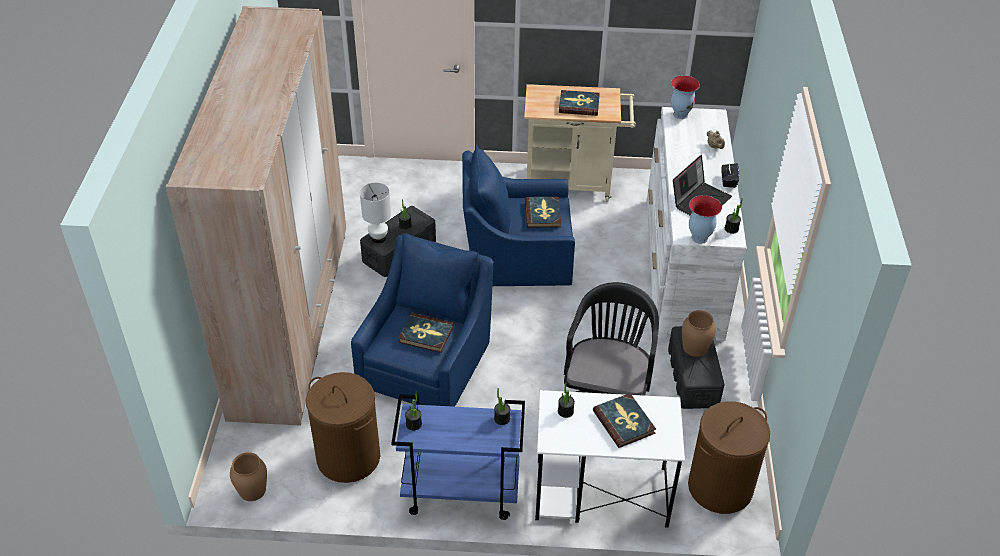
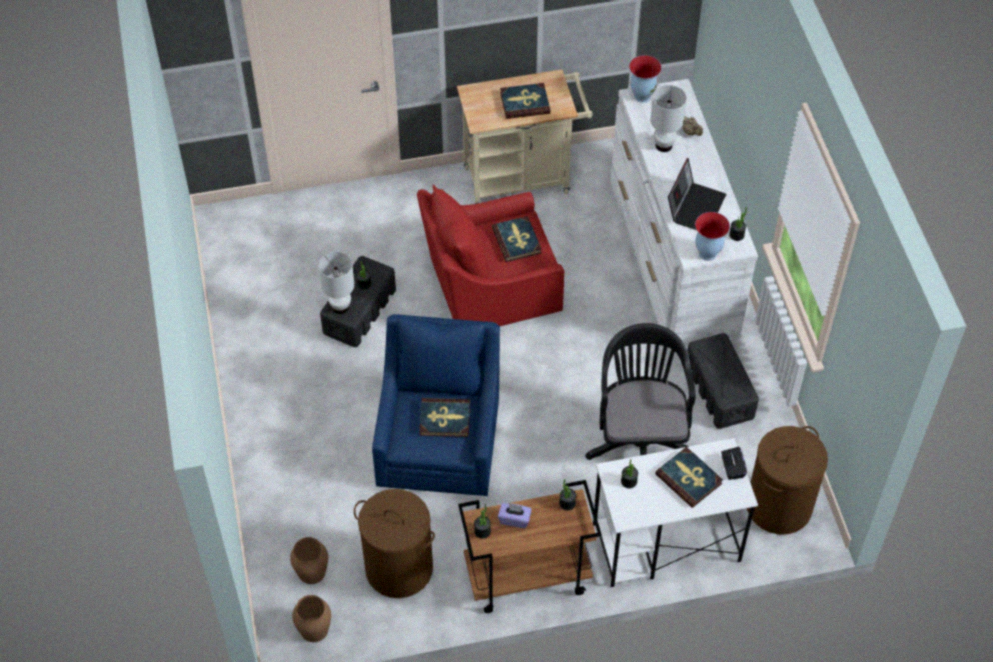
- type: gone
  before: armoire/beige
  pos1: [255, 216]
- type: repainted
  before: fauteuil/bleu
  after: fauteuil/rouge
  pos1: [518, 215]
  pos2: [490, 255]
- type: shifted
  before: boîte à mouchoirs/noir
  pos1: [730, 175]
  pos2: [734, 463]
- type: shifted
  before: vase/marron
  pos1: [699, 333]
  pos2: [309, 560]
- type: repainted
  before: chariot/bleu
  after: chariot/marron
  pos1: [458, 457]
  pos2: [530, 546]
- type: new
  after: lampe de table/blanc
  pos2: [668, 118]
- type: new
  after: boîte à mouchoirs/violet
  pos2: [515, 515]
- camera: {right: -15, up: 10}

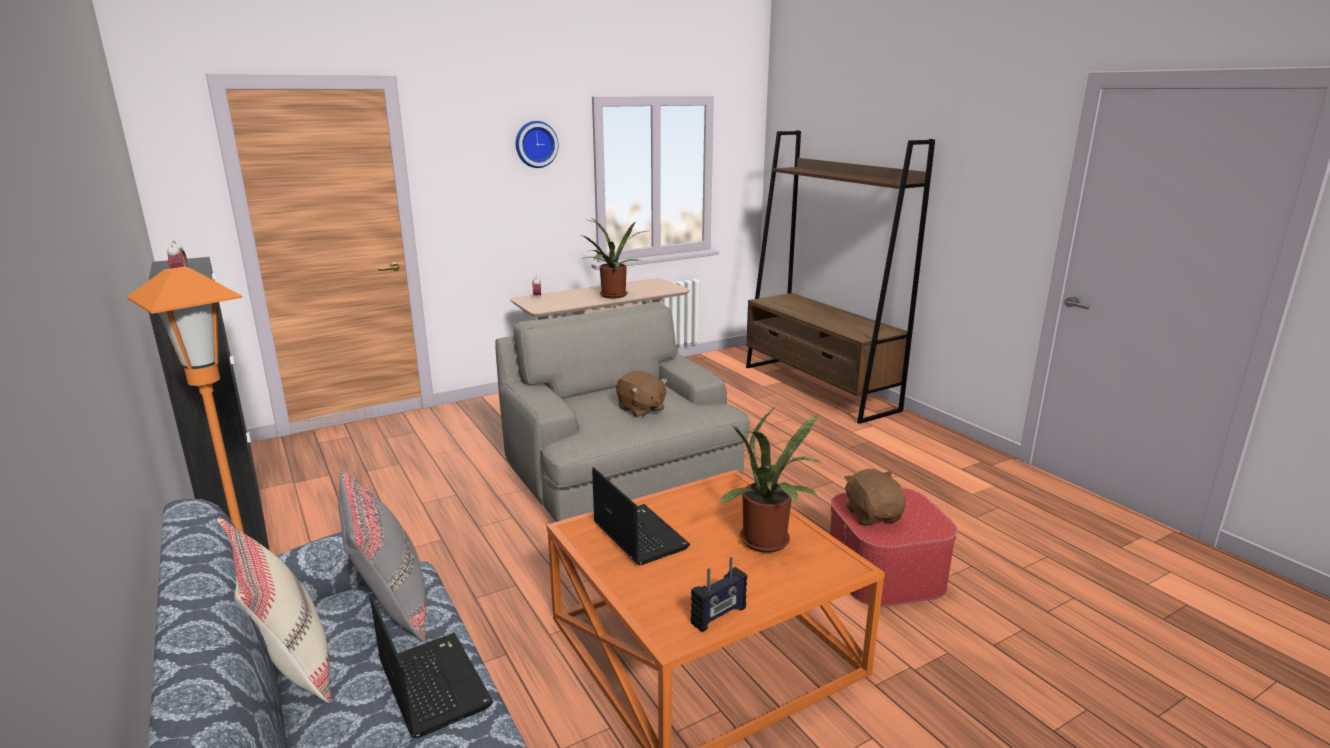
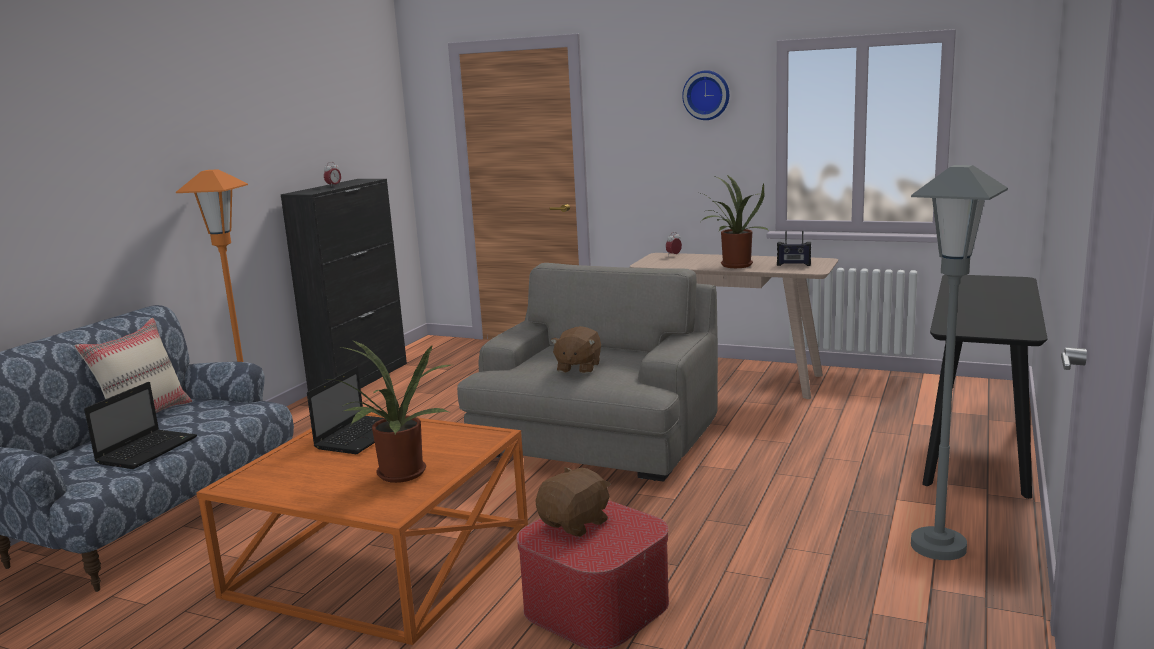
- type: swapped
  before: bibliothèque/marron
  after: table console/noir
  pos1: [840, 277]
  pos2: [984, 387]
- type: gone
  before: coussin/gris
  pos1: [382, 555]
- type: shifted
  before: radio
  pos1: [719, 594]
  pos2: [794, 248]
- type: new
  after: lampadaire/gris
  pos2: [959, 362]
- camera: {right: 55, up: -5}

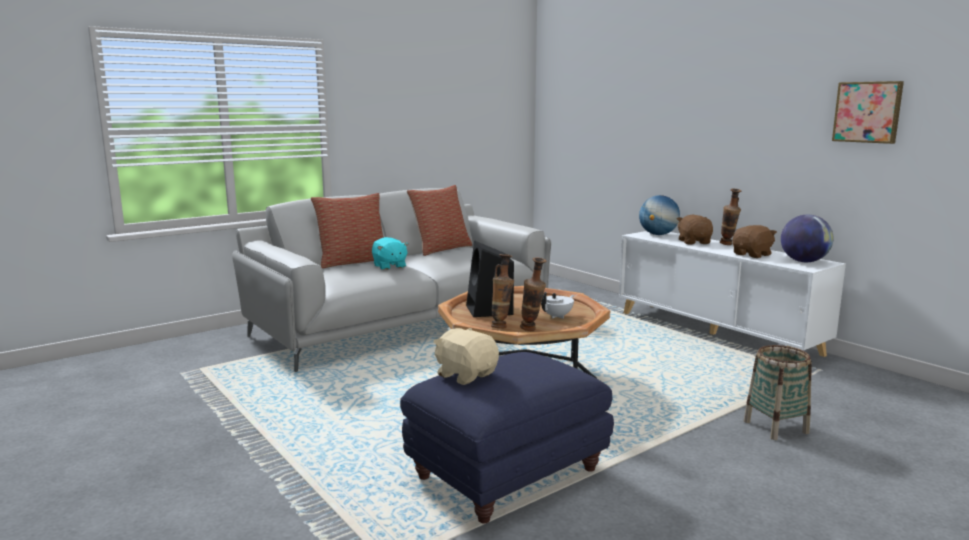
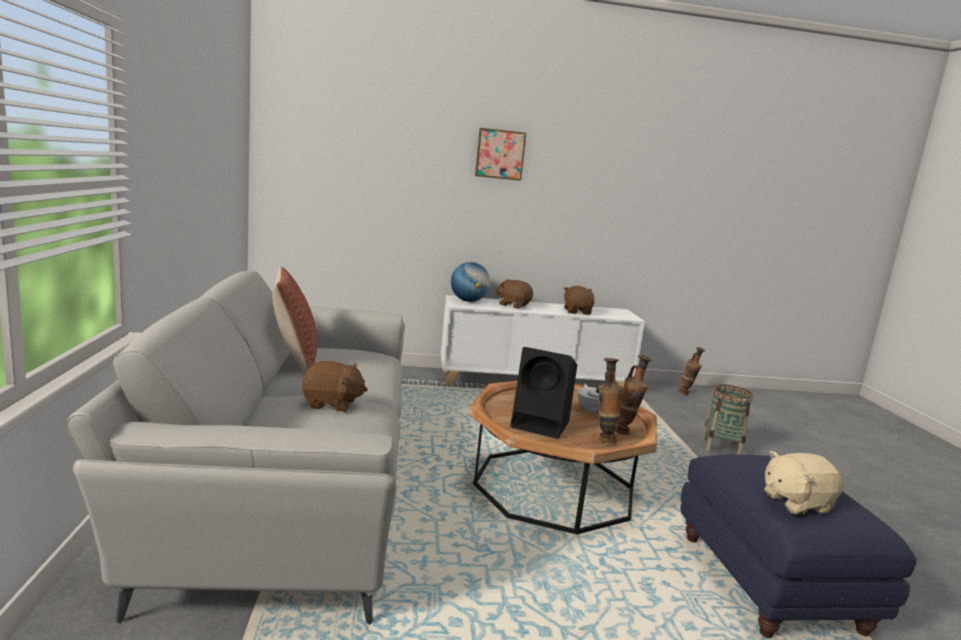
- type: shifted
  before: tableau
  pos1: [868, 112]
  pos2: [501, 154]
- type: shifted
  before: vase
  pos1: [730, 217]
  pos2: [691, 371]
- type: gone
  before: coussin
  pos1: [347, 231]
- type: gone
  before: globe
  pos1: [807, 238]
- type: repainted
  before: peluche/turquoise
  after: peluche/marron
  pos1: [390, 253]
  pos2: [335, 386]
- camera: {right: -60, up: 0}

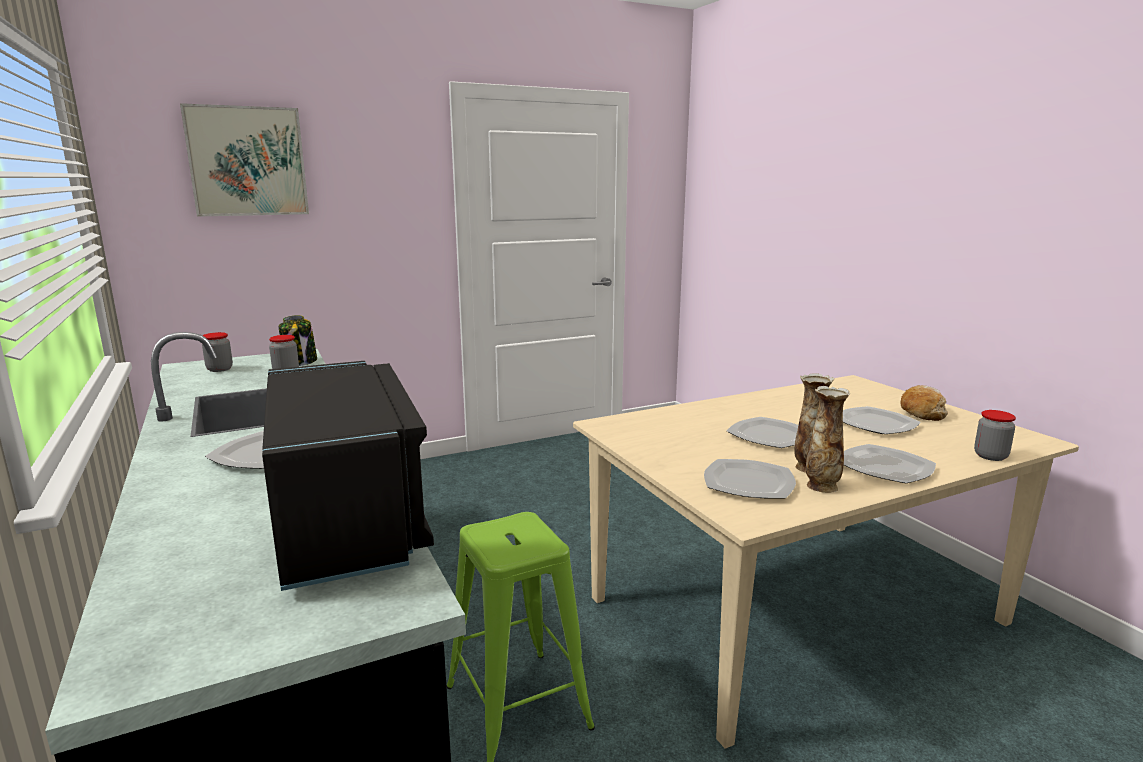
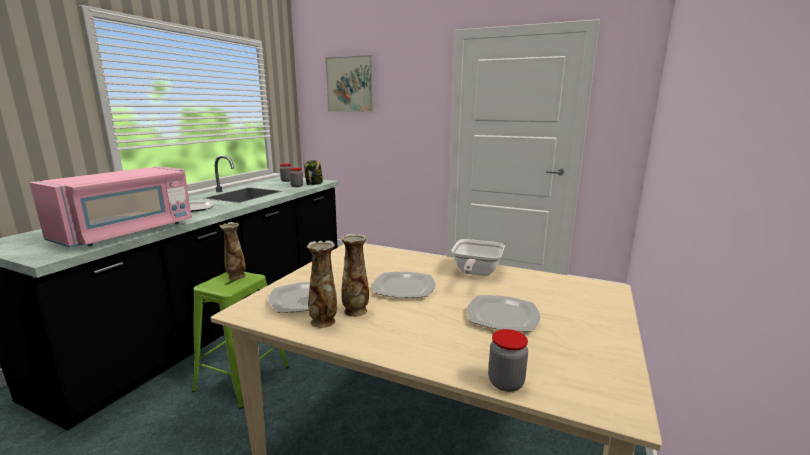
- type: repainted
  before: micro-ondes/noir
  after: micro-ondes/rose
  pos1: [348, 476]
  pos2: [111, 207]
- type: gone
  before: pain
  pos1: [924, 403]
- type: gone
  before: assiette
  pos1: [890, 463]
- type: new
  after: vase
  pos2: [233, 251]
- type: new
  after: poêle
  pos2: [478, 257]
- camera: {right: 50, up: 0}

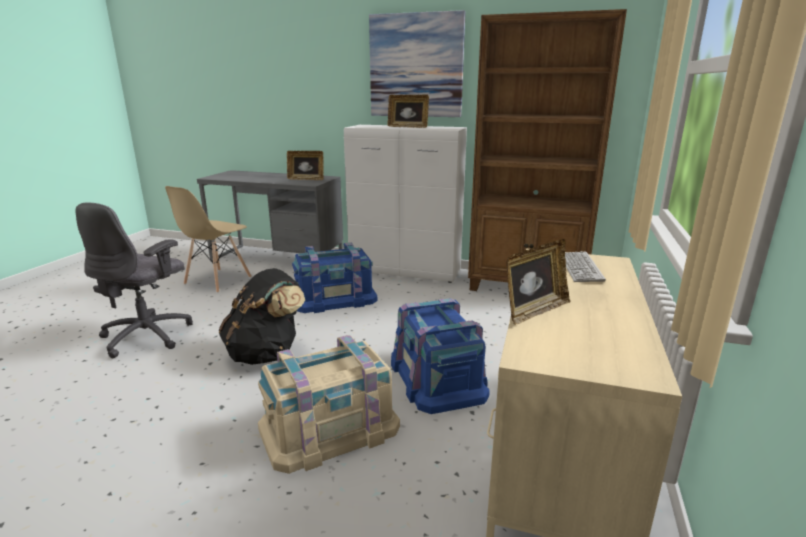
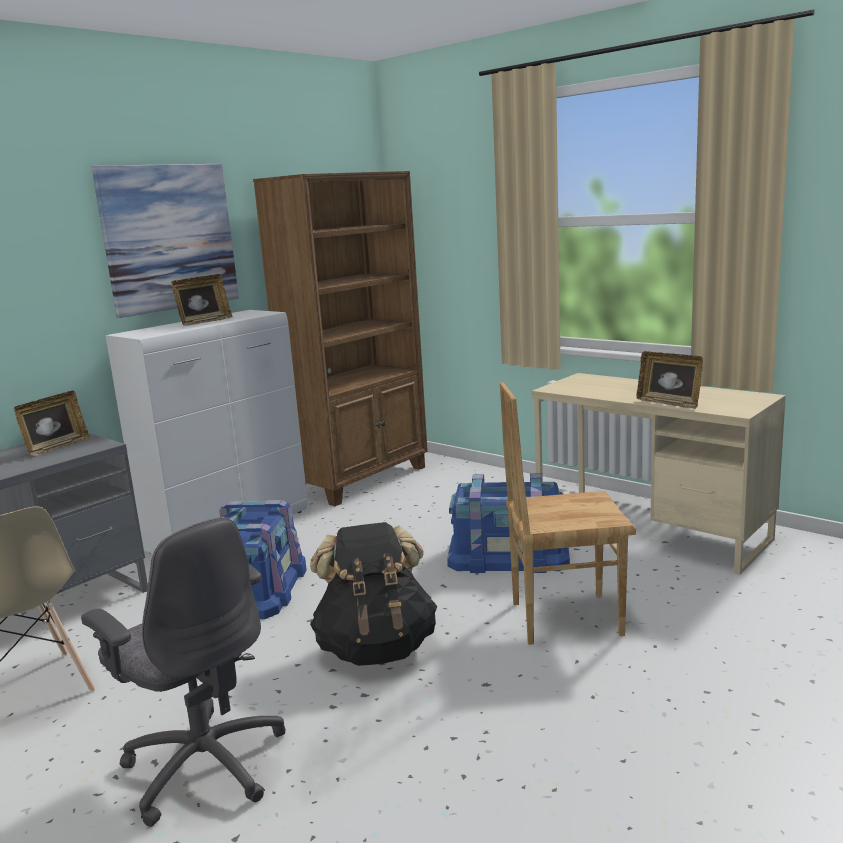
- type: rotated
  before: cadre photo
  pos1: [538, 282]
  pos2: [669, 380]
  turn: 150
- type: gone
  before: clavier
  pos1: [585, 266]
- type: swapped
  before: boîte de rangement/beige
  after: chaise/marron
  pos1: [329, 404]
  pos2: [568, 513]
- camera: {right: -65, up: -5}

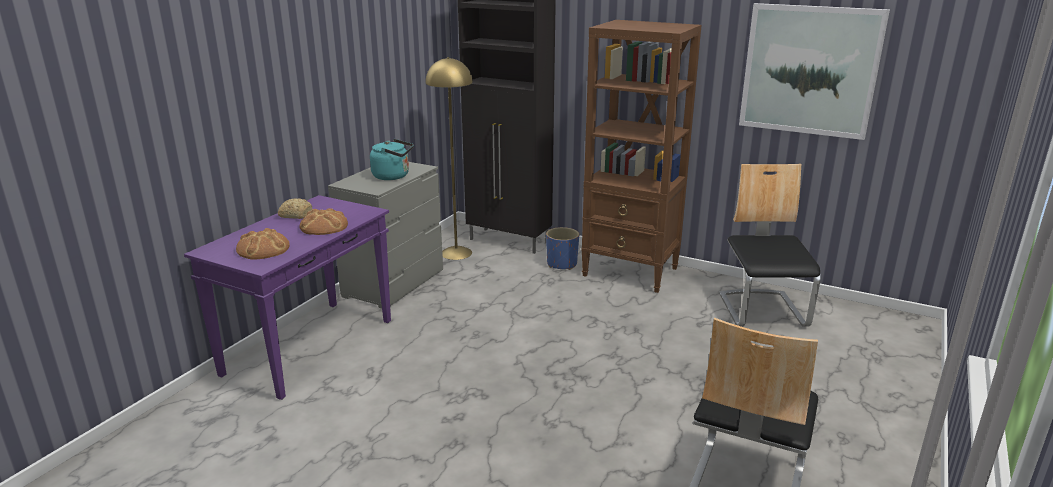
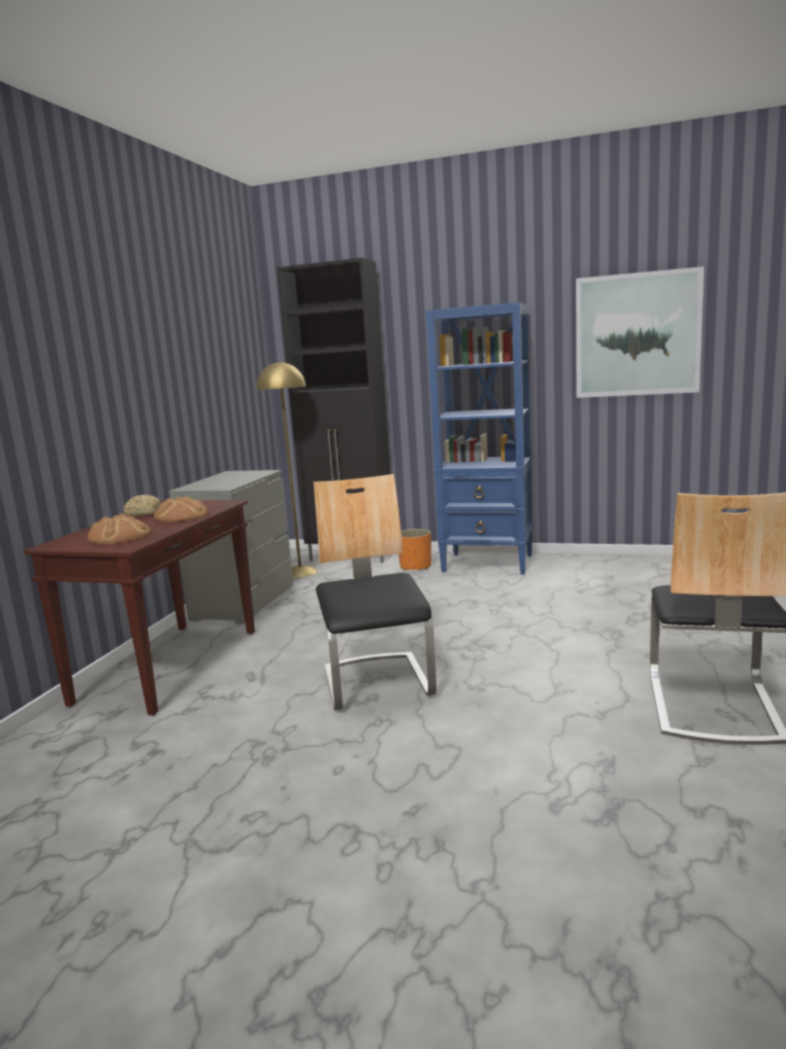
- type: repainted
  before: bibliothèque/marron
  after: bibliothèque/bleu
  pos1: [641, 156]
  pos2: [479, 438]
- type: gone
  before: bouilloire/turquoise
  pos1: [392, 159]
- type: shifted
  before: chaise
  pos1: [769, 245]
  pos2: [375, 592]
- type: repainted
  before: table console/violet
  after: table console/marron
  pos1: [287, 297]
  pos2: [139, 607]
- type: repainted
  before: cache-pot/bleu
  after: cache-pot/orange
  pos1: [562, 248]
  pos2: [415, 550]
- camera: {right: -10, up: -10}

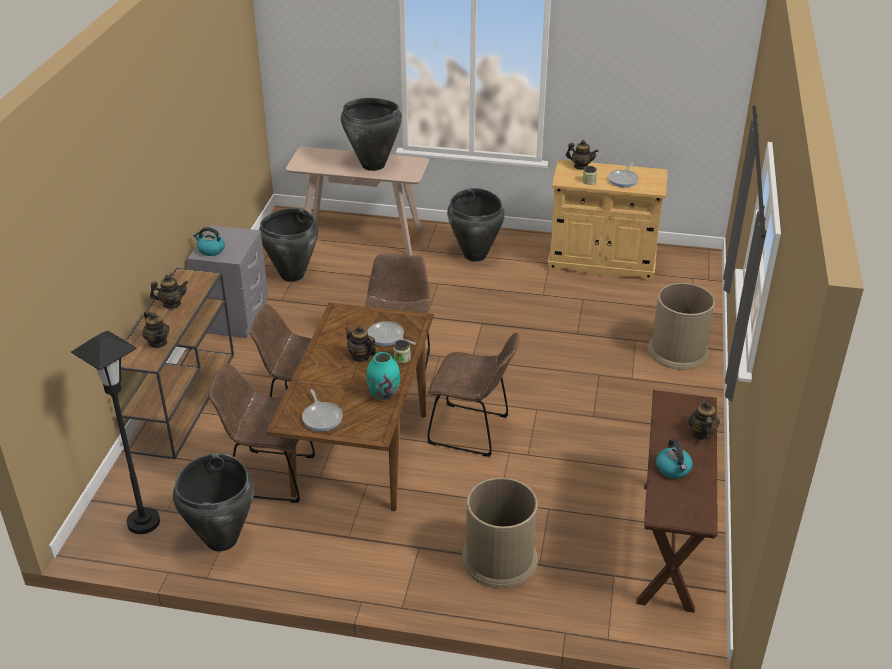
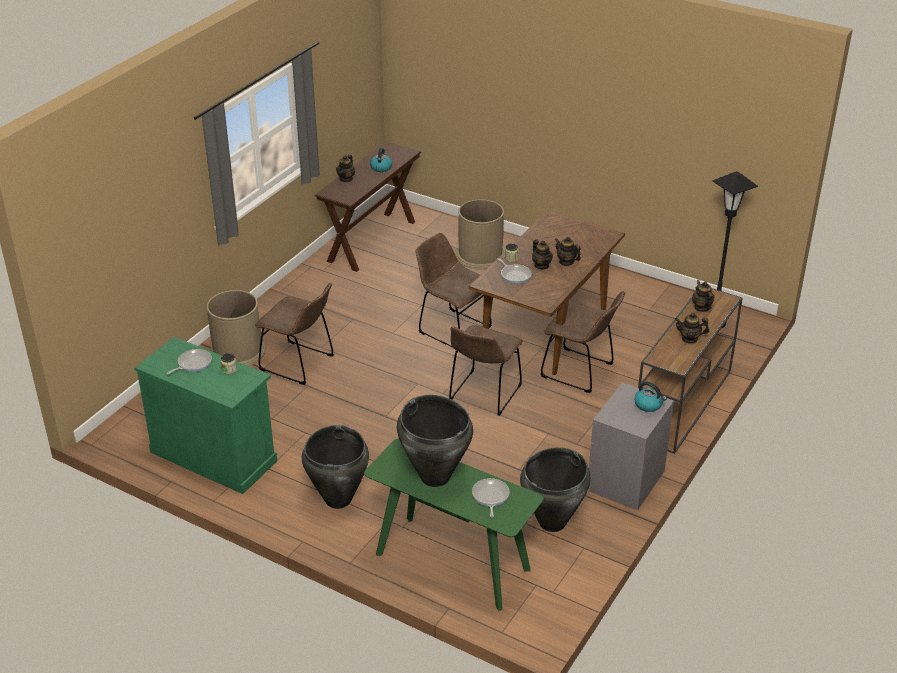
- type: shifted
  before: théière
  pos1: [582, 155]
  pos2: [568, 251]
- type: repainted
  before: table console/beige
  after: table console/vert
  pos1: [357, 201]
  pos2: [453, 525]
- type: repainted
  before: meuble de rangement/beige
  after: meuble de rangement/vert
  pos1: [607, 220]
  pos2: [205, 415]
- type: gone
  before: vase/turquoise
  pos1: [383, 376]
- type: shifted
  before: chaise/marron
  pos1: [262, 433]
  pos2: [294, 334]
- type: shifted
  before: poêle
  pos1: [322, 410]
  pos2: [491, 497]
- type: gone
  before: vase/noir
  pos1: [213, 502]
- camera: {right: -160, up: 0}

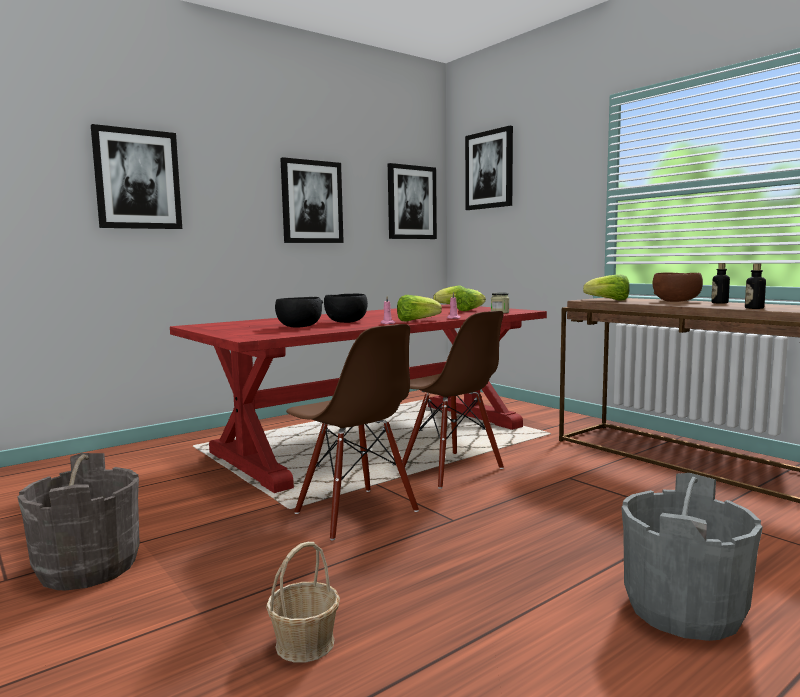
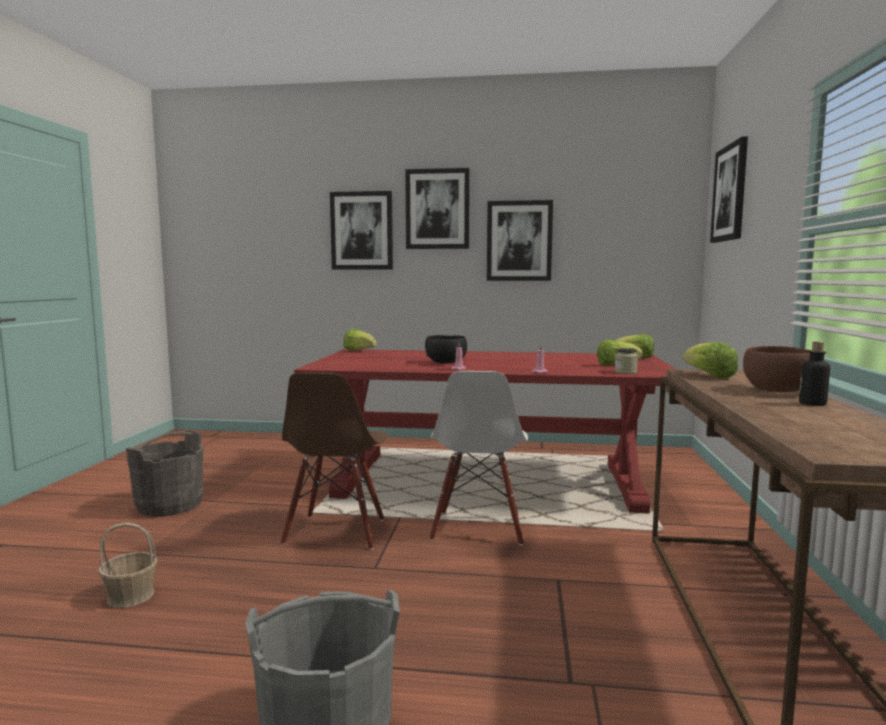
- type: shifted
  before: tableau
  pos1: [412, 201]
  pos2: [437, 208]
- type: gone
  before: bouteille
  pos1: [755, 286]
- type: shifted
  before: laitue
  pos1: [419, 308]
  pos2: [360, 340]
- type: gone
  before: bol/noir
  pos1: [299, 312]
- type: repainted
  before: chaise/marron
  after: chaise/blanc
  pos1: [453, 400]
  pos2: [478, 458]
- camera: {right: 45, up: 0}

